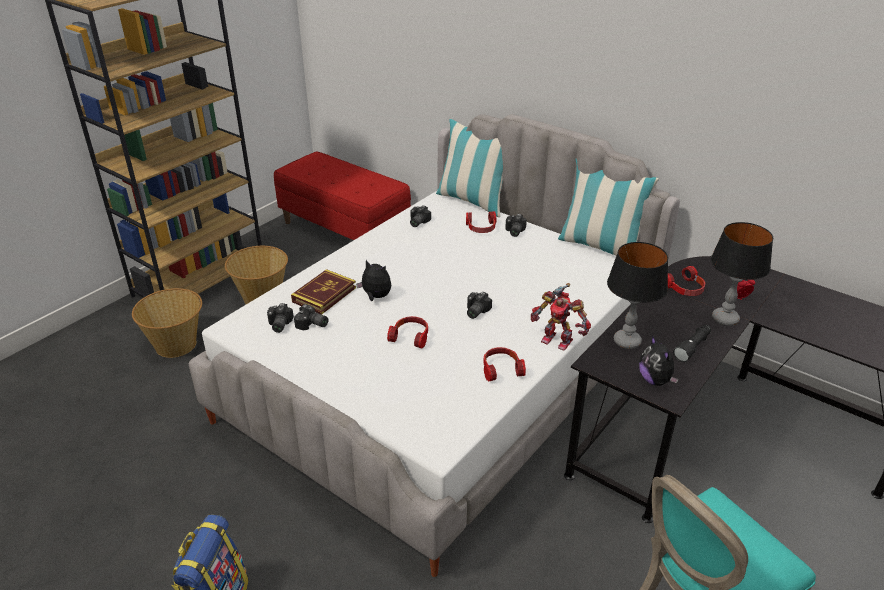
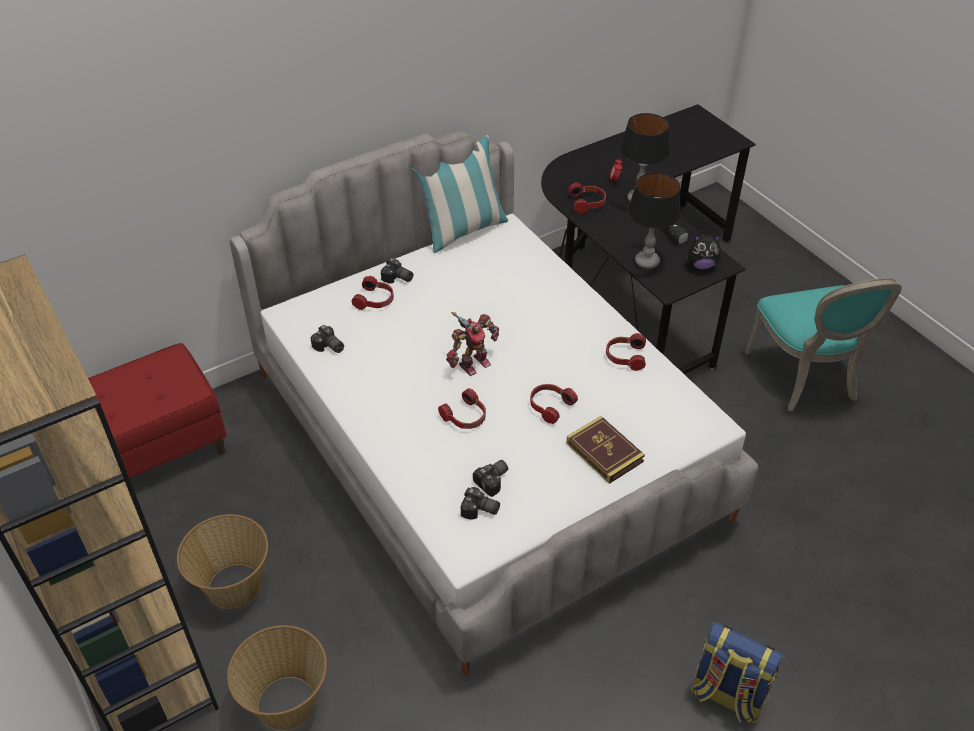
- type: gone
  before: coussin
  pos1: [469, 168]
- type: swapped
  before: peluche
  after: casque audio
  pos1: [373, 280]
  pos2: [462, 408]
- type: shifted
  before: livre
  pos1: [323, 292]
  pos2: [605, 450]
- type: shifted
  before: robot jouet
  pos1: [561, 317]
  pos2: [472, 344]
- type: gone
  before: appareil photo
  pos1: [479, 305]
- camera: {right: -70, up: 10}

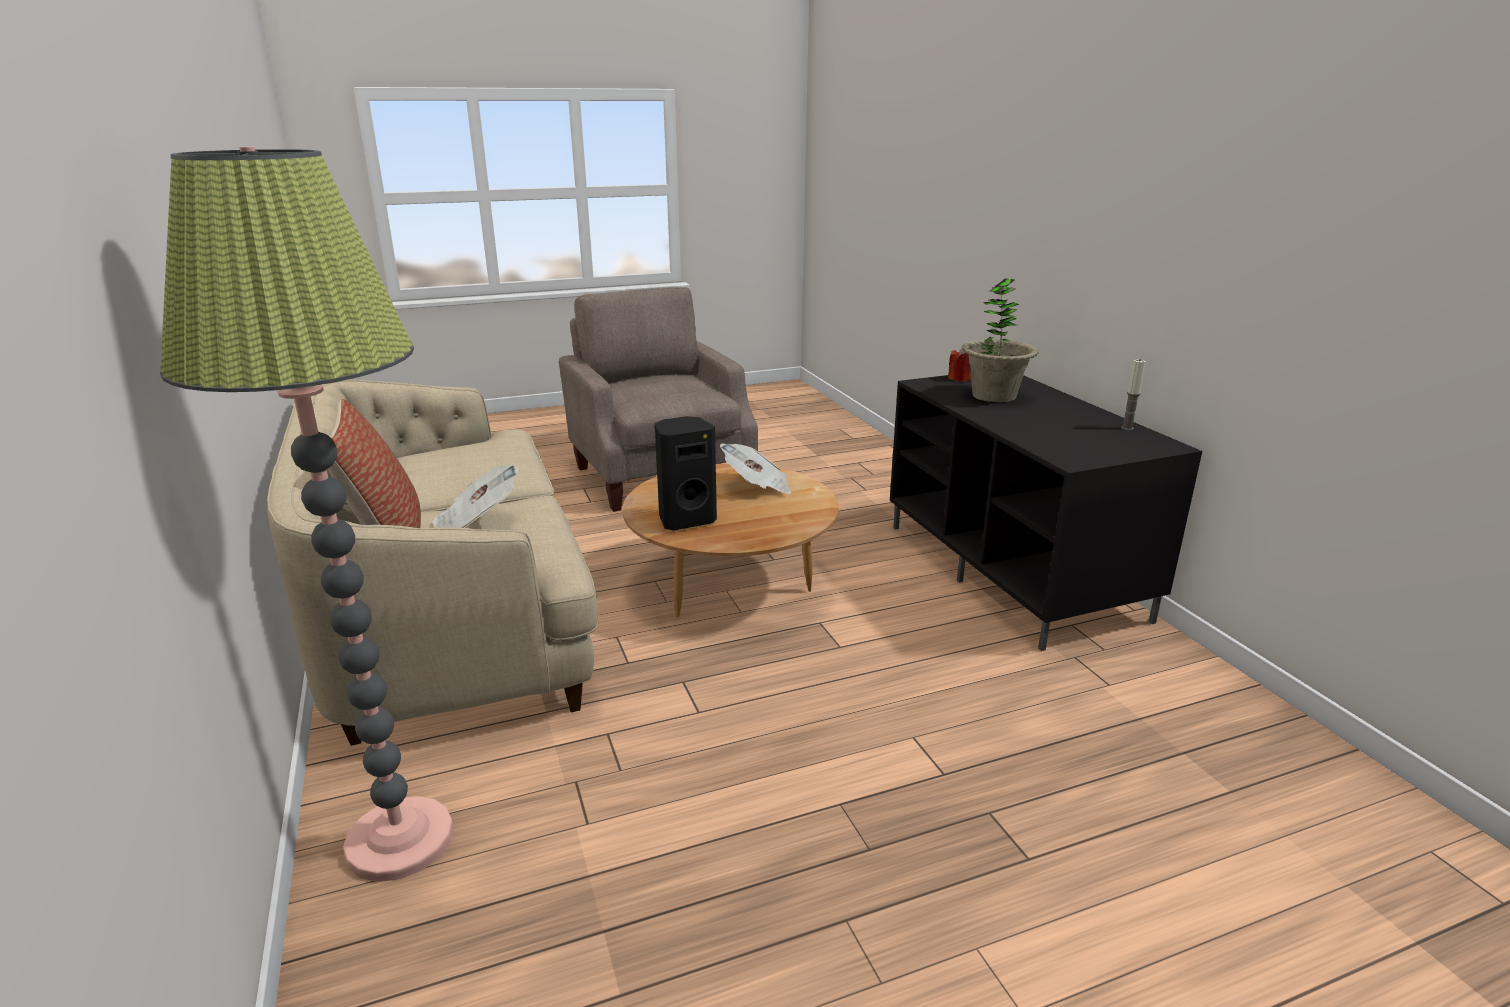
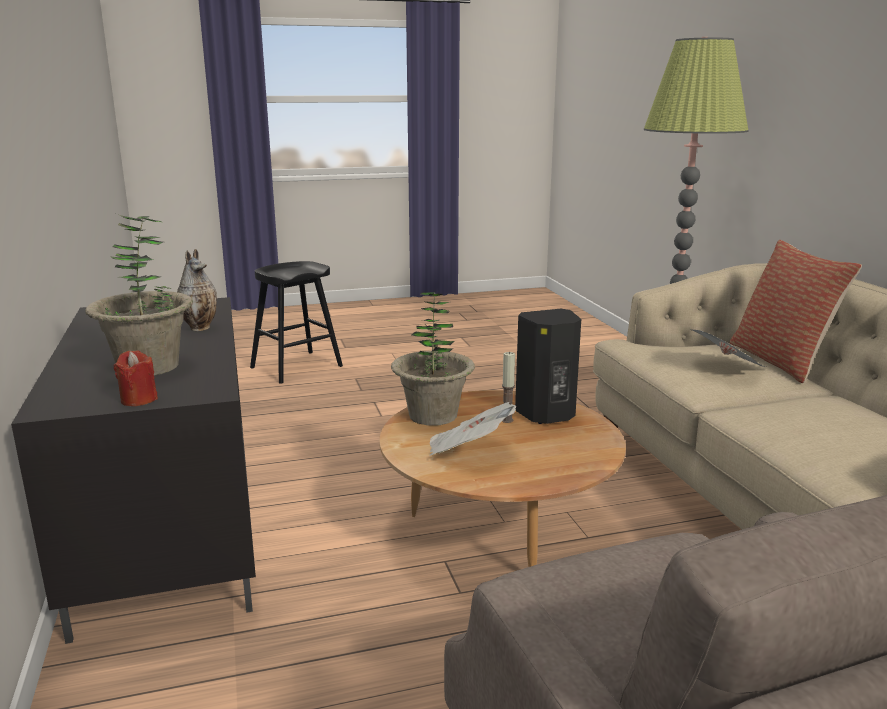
- type: shifted
  before: bougie
  pos1: [1133, 395]
  pos2: [508, 387]
- type: new
  after: vase
  pos2: [197, 290]
- type: new
  after: tabouret/noir
  pos2: [296, 322]
- type: new
  after: plante en pot
  pos2: [433, 359]
- camera: {right: -175, up: -5}

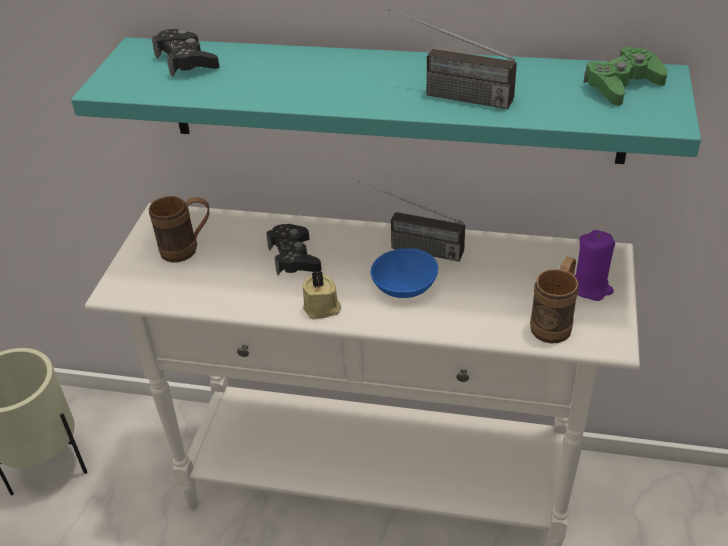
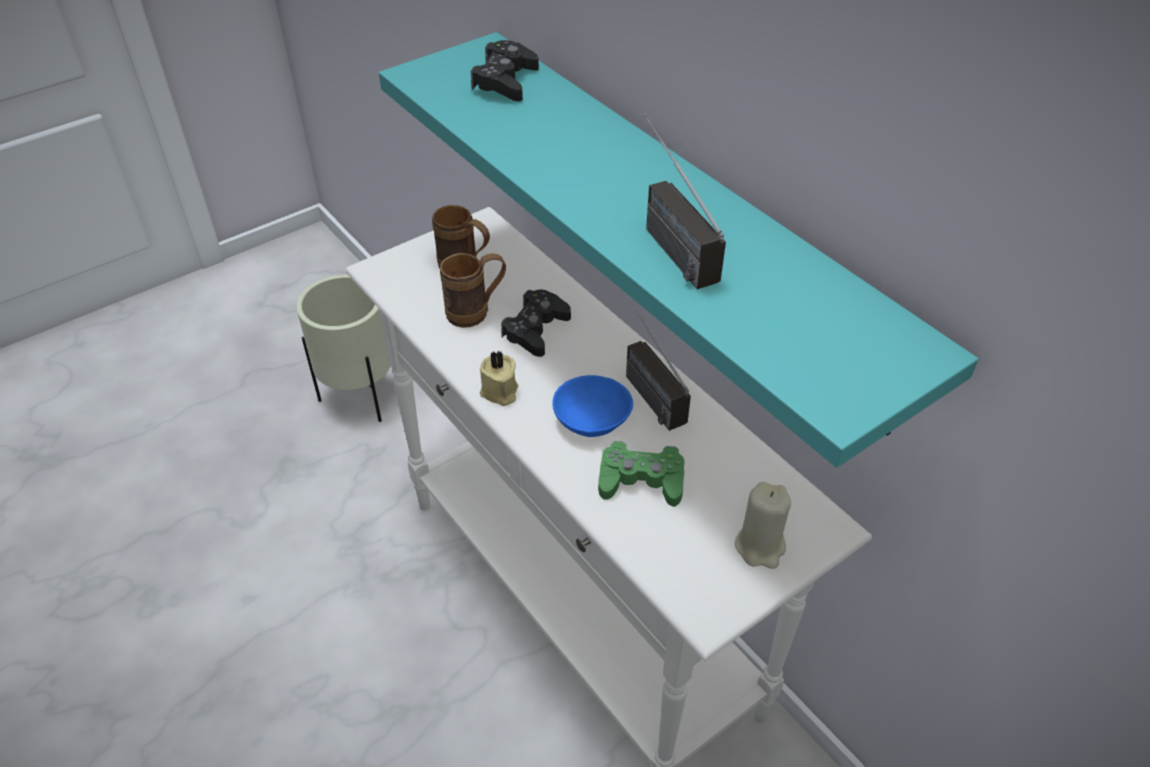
- type: shifted
  before: manette/vert
  pos1: [626, 76]
  pos2: [641, 474]
- type: repainted
  before: bougie/violet
  after: bougie/beige
  pos1: [594, 265]
  pos2: [763, 525]
- type: shifted
  before: mug/marron
  pos1: [554, 300]
  pos2: [473, 290]
- camera: {right: 40, up: 5}

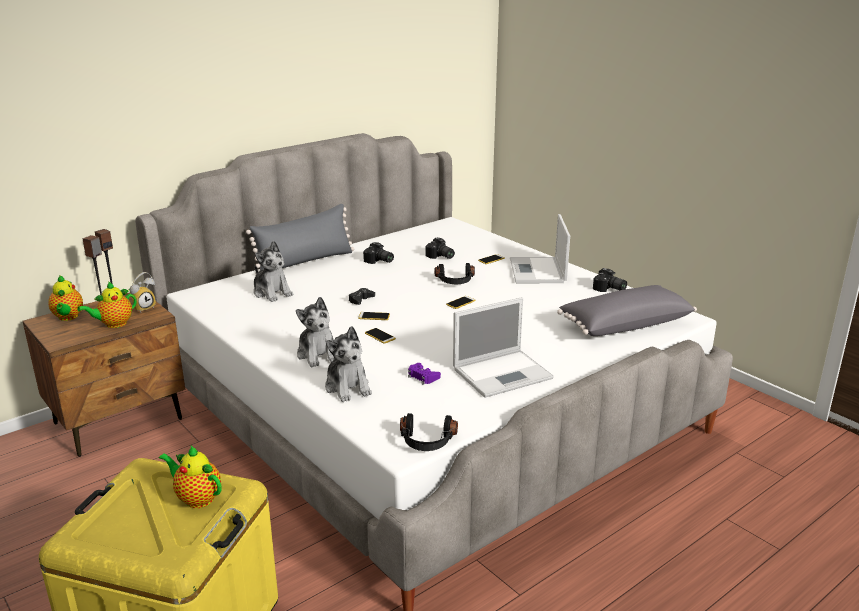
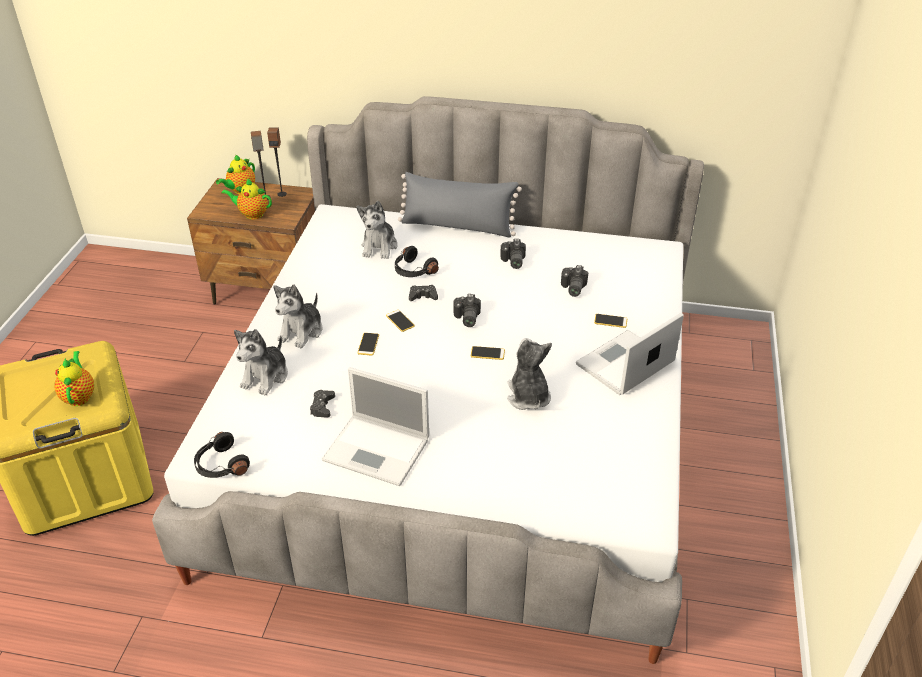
- type: shifted
  before: casque audio/noir
  pos1: [454, 273]
  pos2: [417, 261]
- type: shifted
  before: appareil photo
  pos1: [610, 280]
  pos2: [467, 310]
- type: gone
  before: réveil
  pos1: [142, 292]
- type: gone
  before: coussin/gris
  pos1: [627, 310]
- type: repainted
  before: manette/violet
  after: manette/noir
  pos1: [424, 374]
  pos2: [322, 404]
- type: new
  after: peluche
  pos2: [529, 374]
- camera: {right: 50, up: 15}

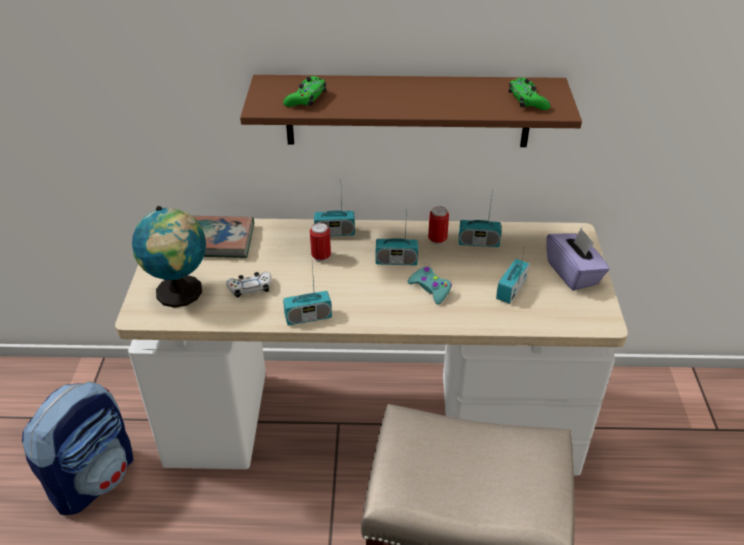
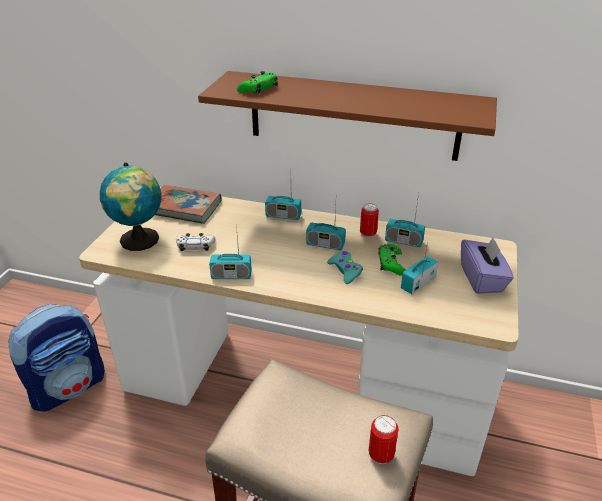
- type: shifted
  before: manette/vert
  pos1: [529, 94]
  pos2: [392, 260]
- type: shifted
  before: boîte métallique
  pos1: [320, 242]
  pos2: [383, 439]
- camera: {right: 15, up: -5}

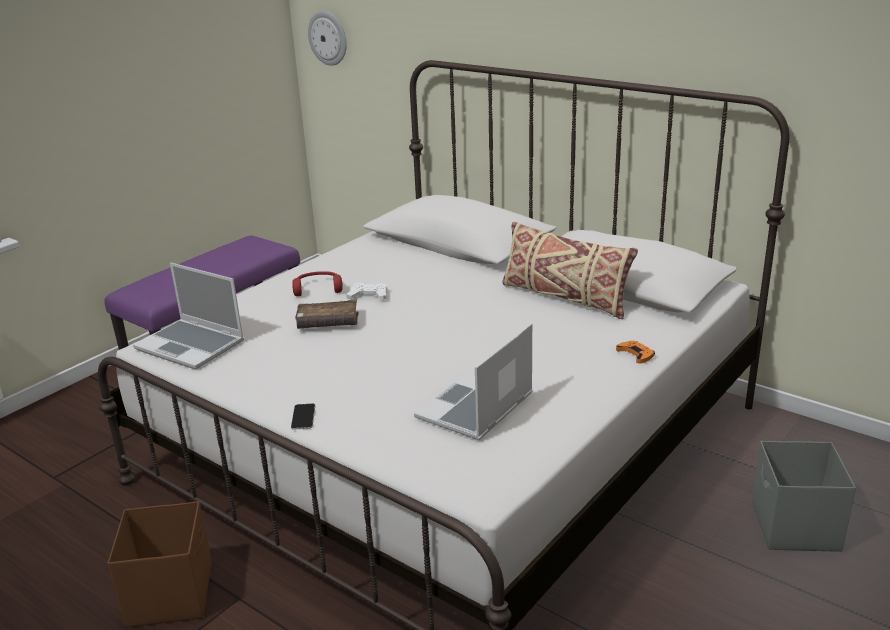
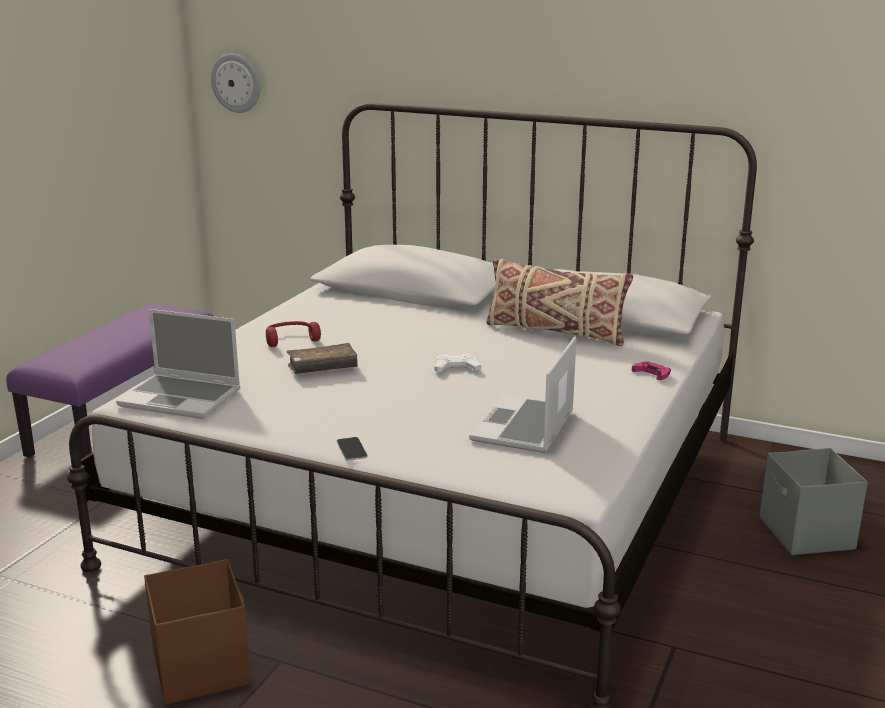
- type: shifted
  before: manette/blanc
  pos1: [366, 291]
  pos2: [458, 362]
- type: repainted
  before: manette/orange
  after: manette/rose
  pos1: [635, 352]
  pos2: [651, 370]
- camera: {right: -15, up: -5}

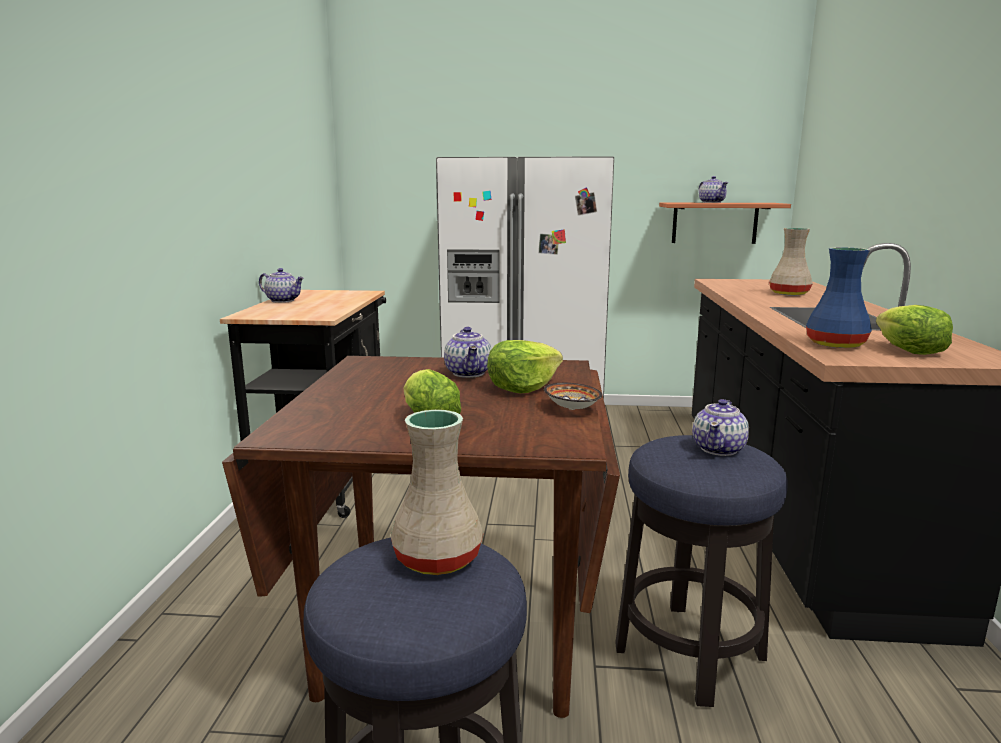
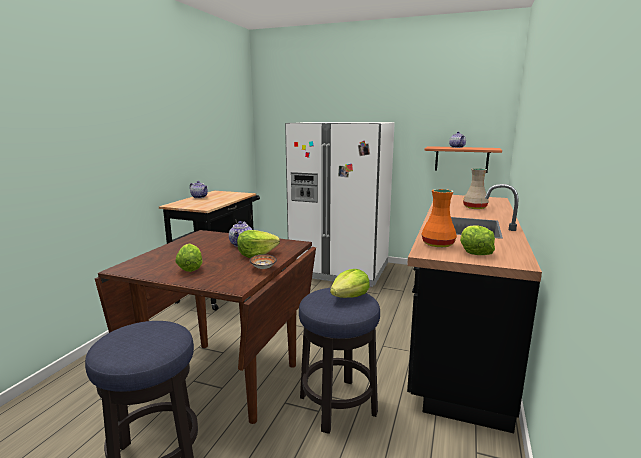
- type: repainted
  before: vase/bleu
  after: vase/orange
  pos1: [839, 297]
  pos2: [439, 218]
- type: swapped
  before: théière
  after: laitue
  pos1: [720, 427]
  pos2: [350, 283]
- type: gone
  before: vase/beige
  pos1: [437, 492]
- camera: {right: 15, up: 0}

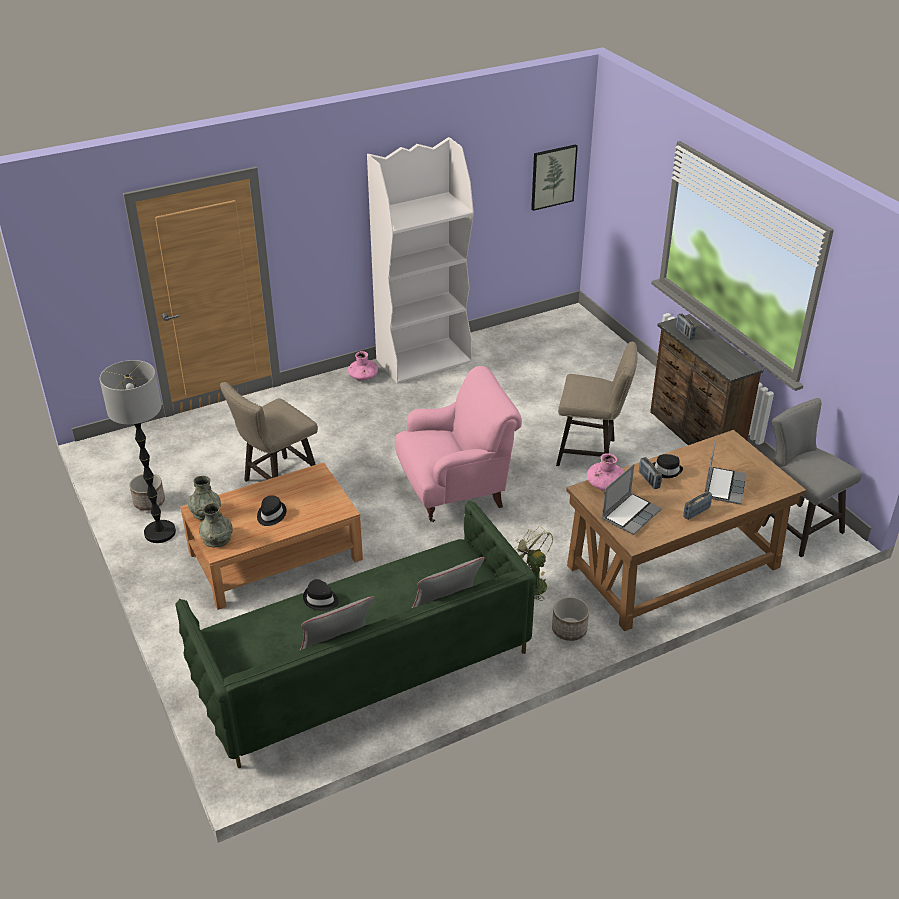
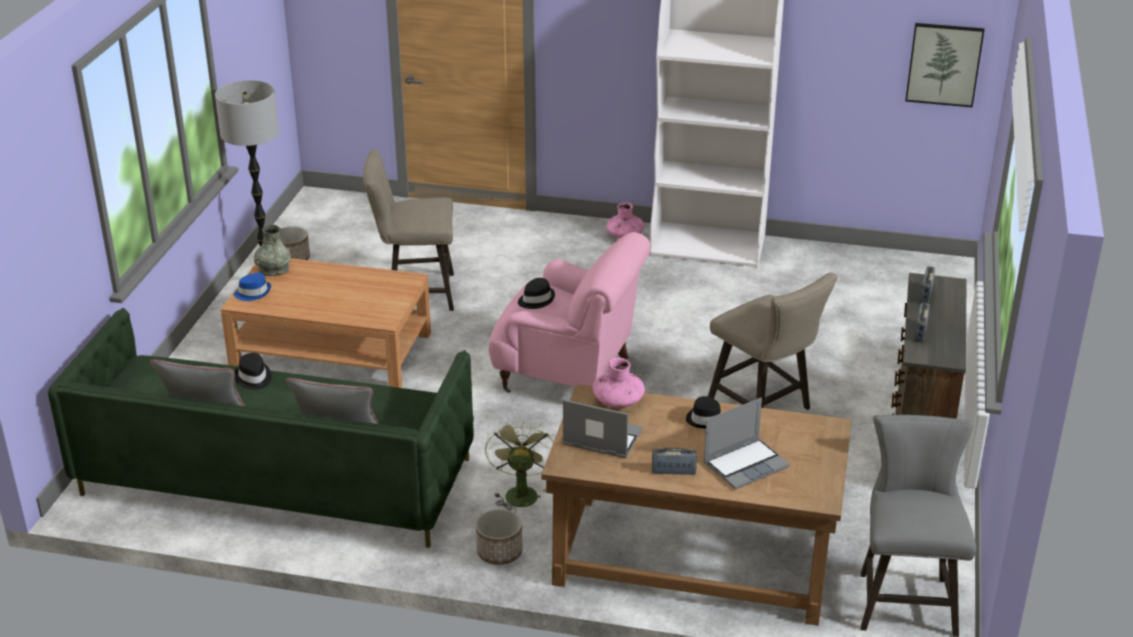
- type: shifted
  before: radio
  pos1: [650, 473]
  pos2: [921, 322]
- type: rotated
  before: ordinateur portable
  pos1: [632, 499]
  pos2: [603, 428]
  turn: -150
- type: shifted
  before: chapeau/noir
  pos1: [271, 511]
  pos2: [536, 293]
- type: swapped
  before: vase/gris
  after: chapeau/bleu
  pos1: [216, 525]
  pos2: [252, 286]
- camera: {right: 40, up: -5}

